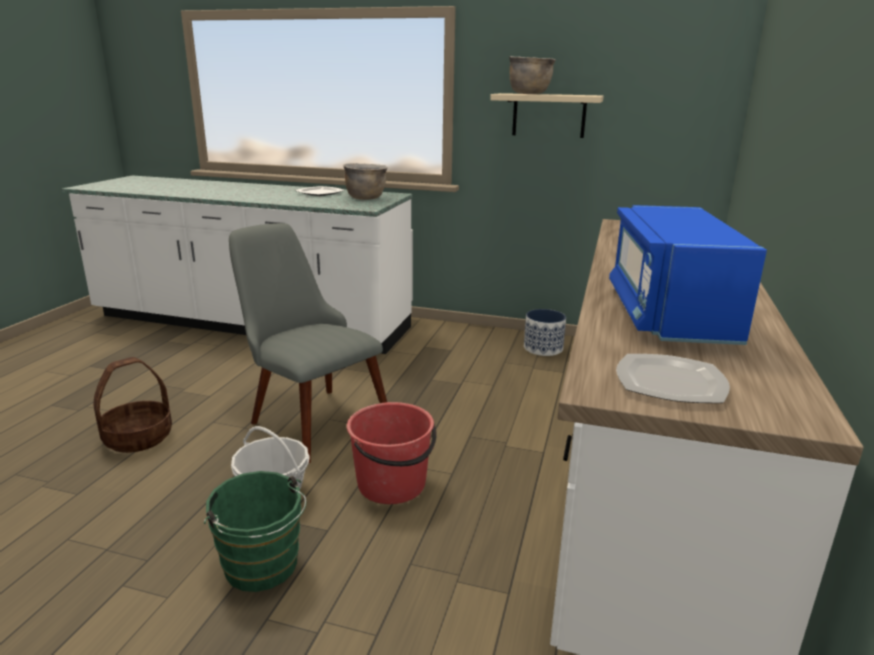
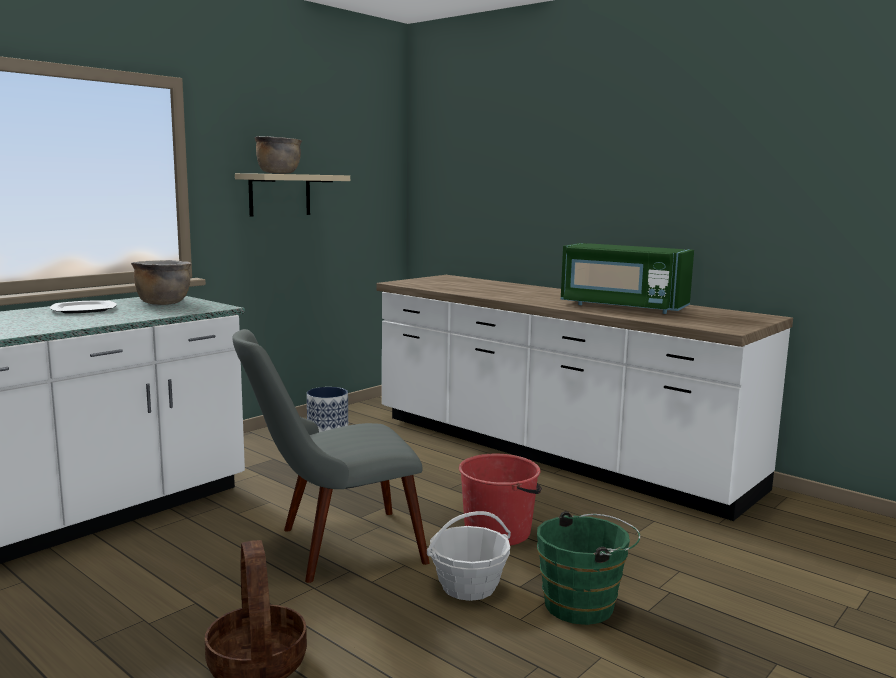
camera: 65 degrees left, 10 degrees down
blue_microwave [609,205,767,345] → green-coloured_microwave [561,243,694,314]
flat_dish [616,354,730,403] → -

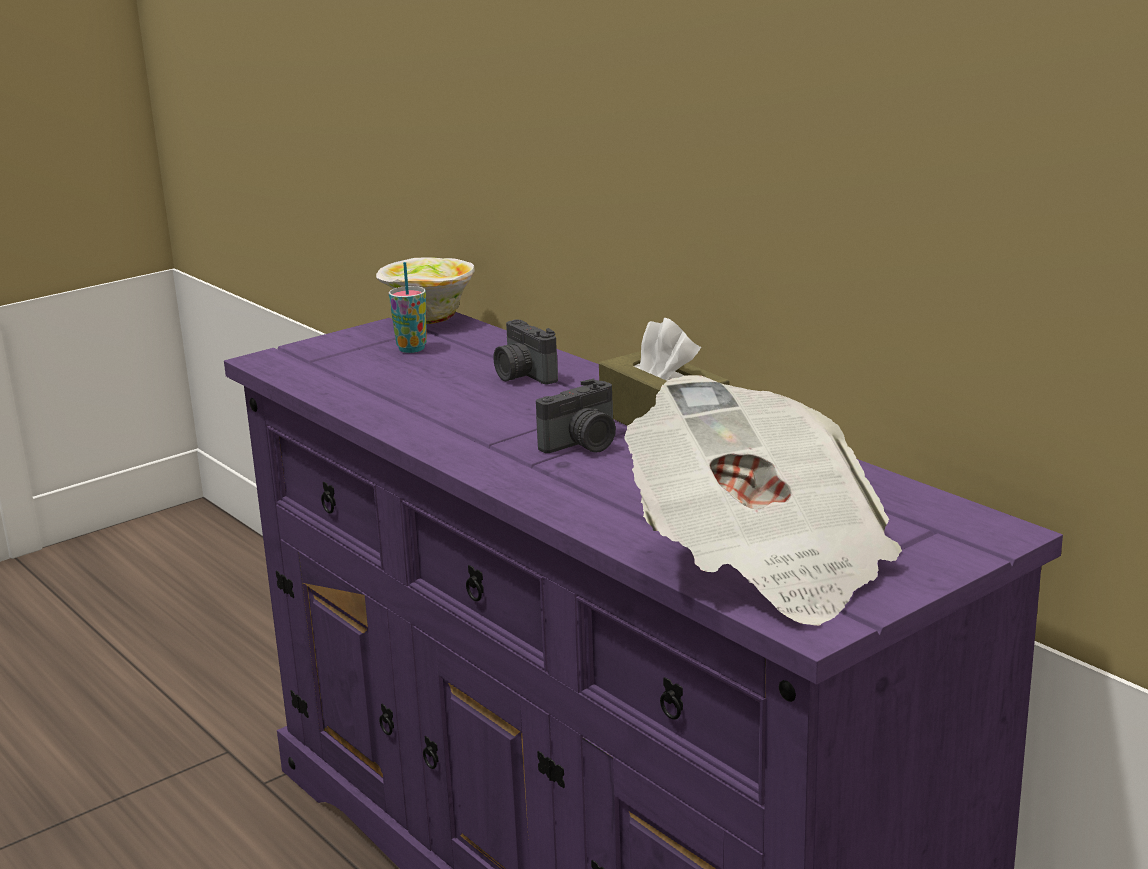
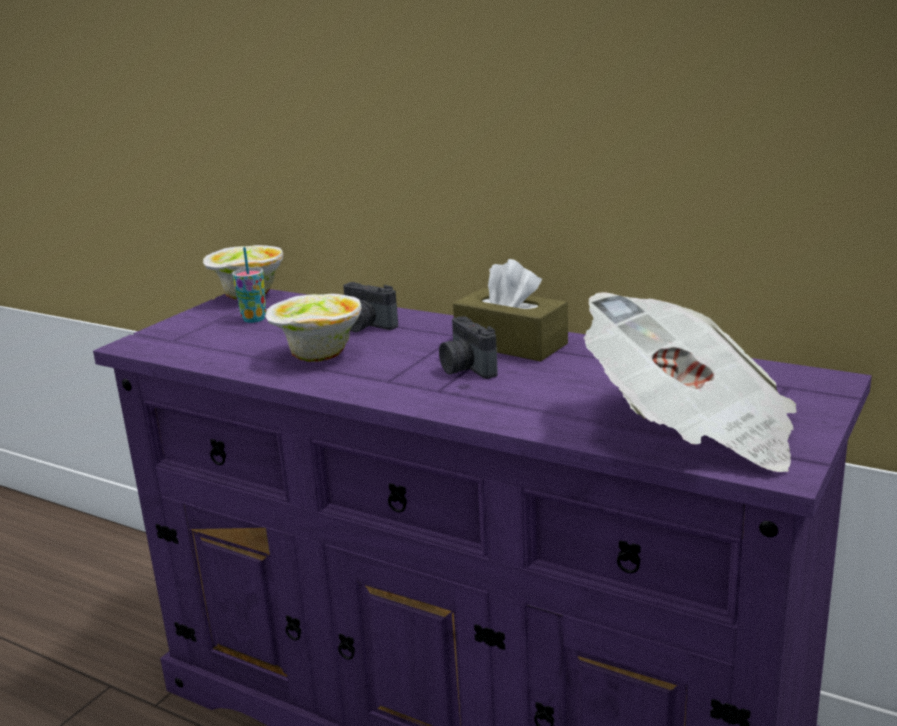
camera: 20 degrees left, 0 degrees up
photo_camera [536,378,616,453] → photo_camera [439,316,498,379], 120 degrees clockwise
- → deep_dish [265,294,362,362]

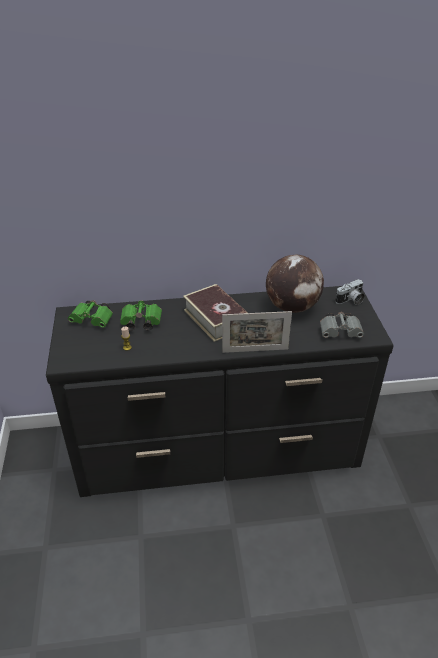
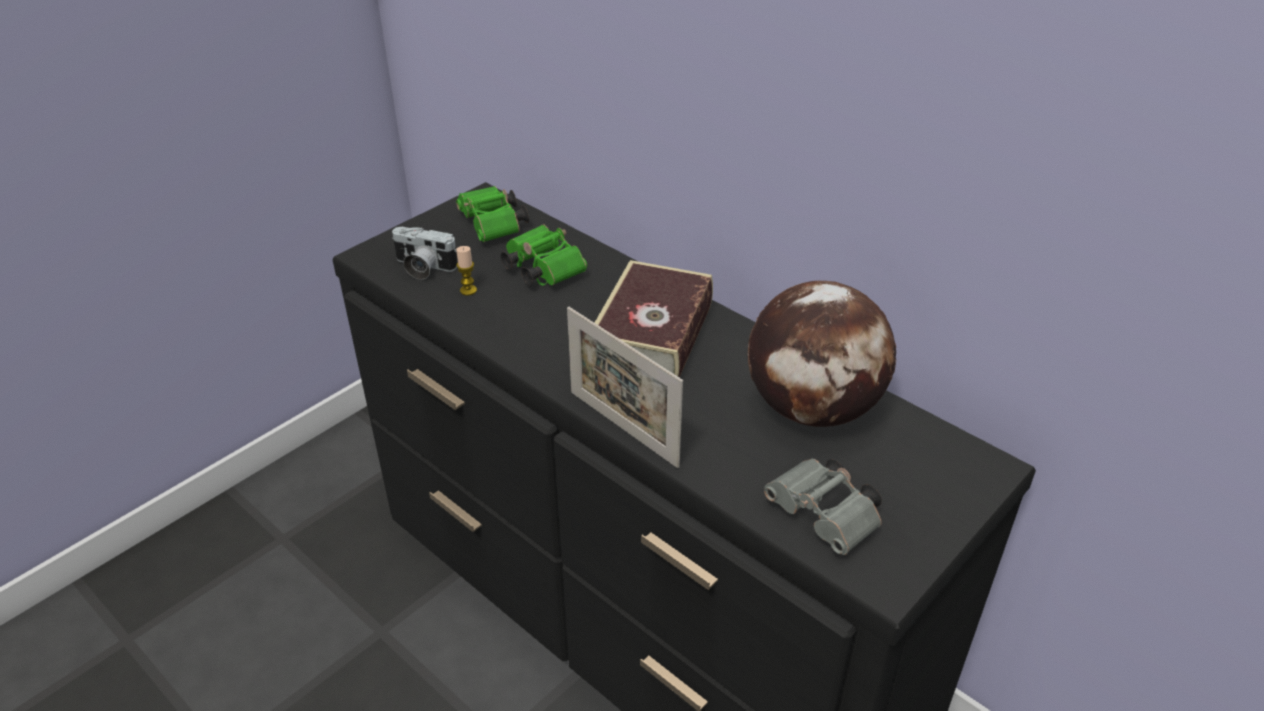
camera: 50 degrees right, 0 degrees up
photo_camera [335,279,365,305] → photo_camera [392,227,458,280], shifted

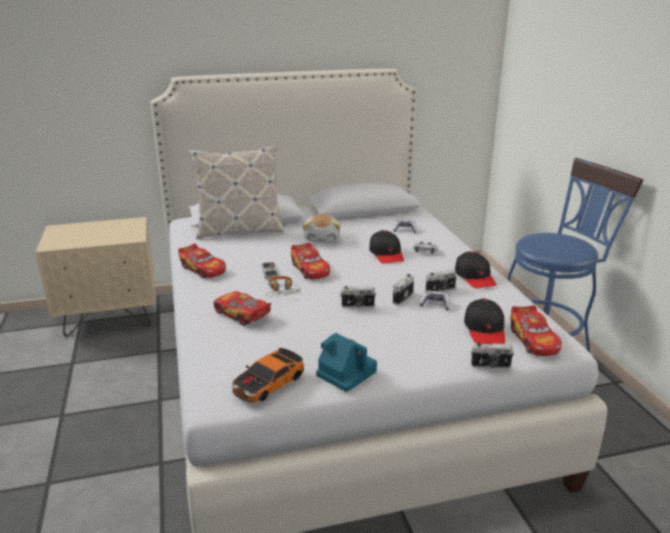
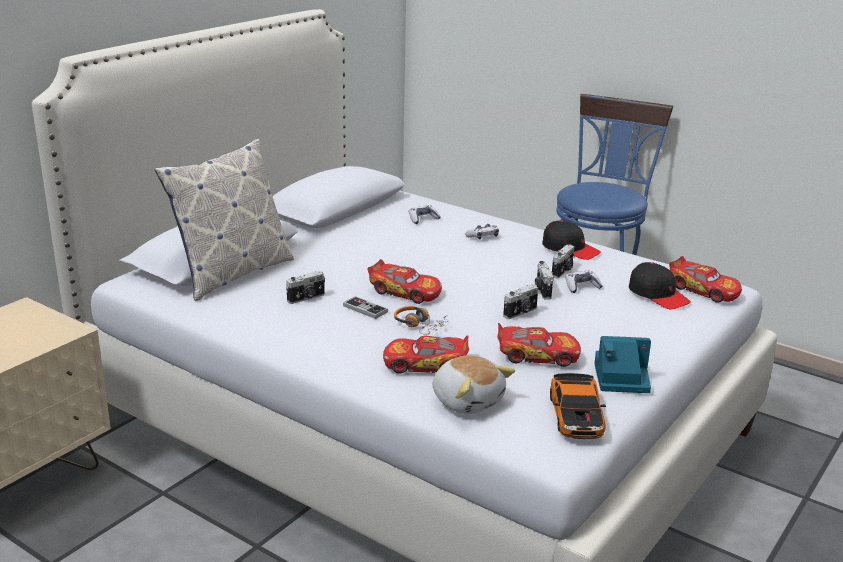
camera: 40 degrees left, 0 degrees up
toy_car [178,244,226,278] → toy_car [497,323,581,367], shifted
cuddly_toy [303,214,340,243] → cuddly_toy [433,355,515,414], shifted
blackish_cap [369,230,404,264] → -
photo_camera [471,343,514,369] → photo_camera [286,271,325,304], shifted

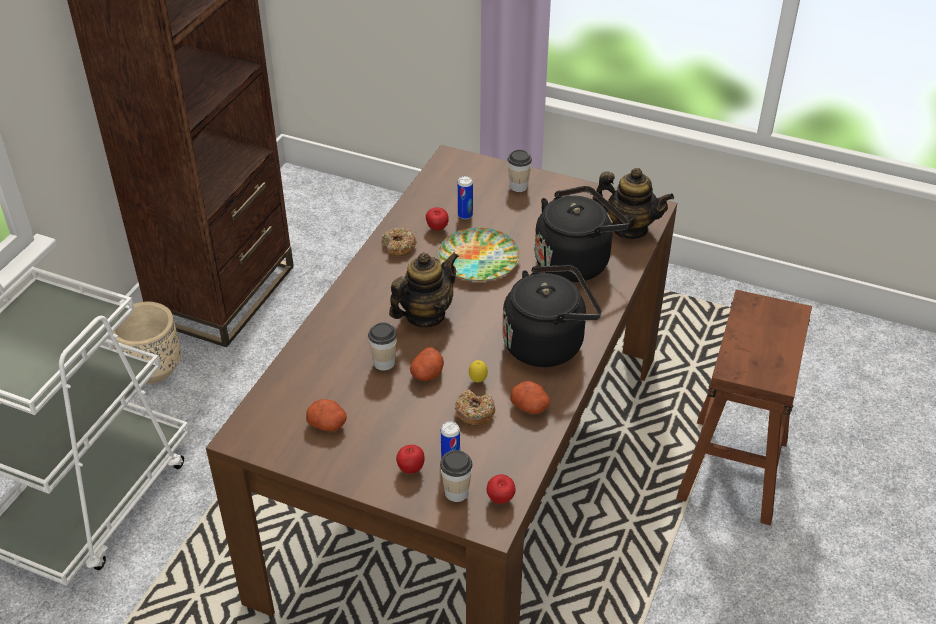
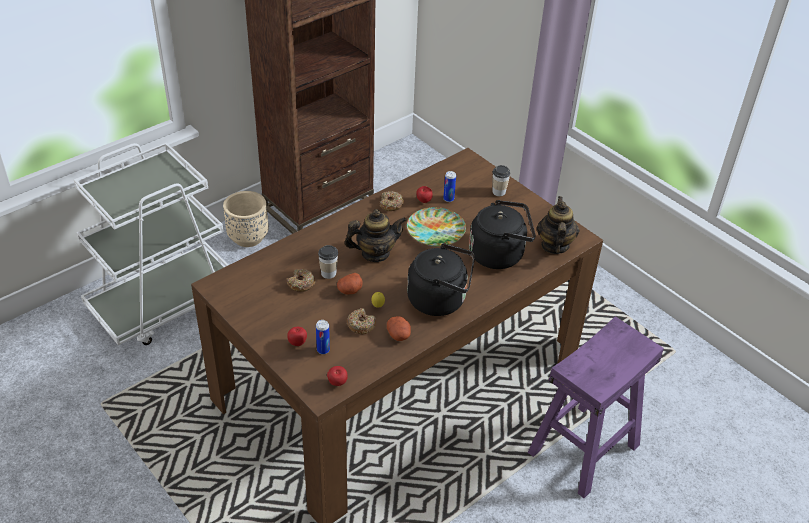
camera: 25 degrees right, 0 degrees up
spud [306,399,347,431] → -
cup [440,450,473,502] → -
pot_for_tea [593,168,674,239] → pot_for_tea [537,196,579,254], 135 degrees counterclockwise
brown_sitting_stool [676,290,812,526] → purple_sitting_stool [528,316,664,498]
- → doughnut [287,269,315,292]

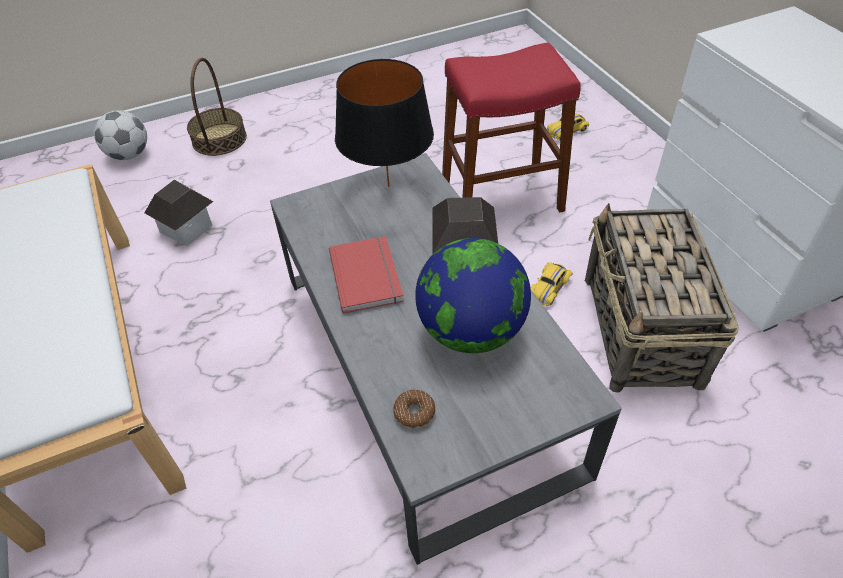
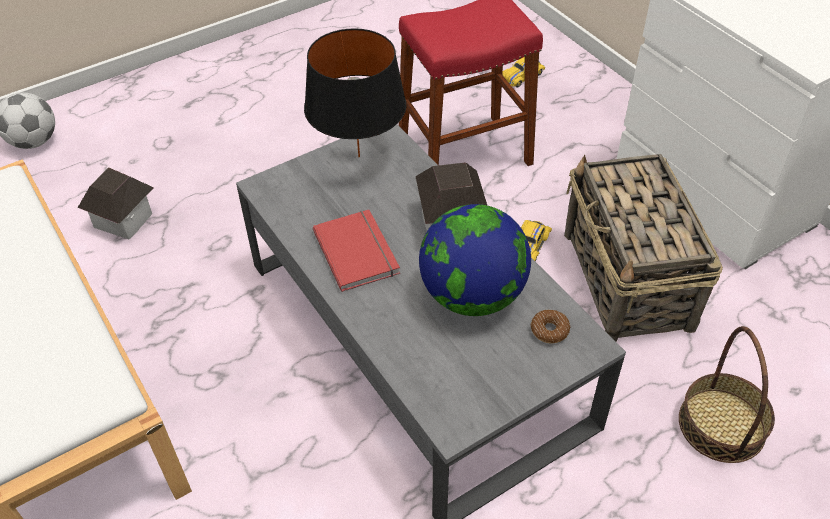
camera: 10 degrees left, 0 degrees up
basket [187,58,247,156] → basket [679,326,775,463], shifted
doughnut [393,390,435,428] → doughnut [531,310,570,343], shifted

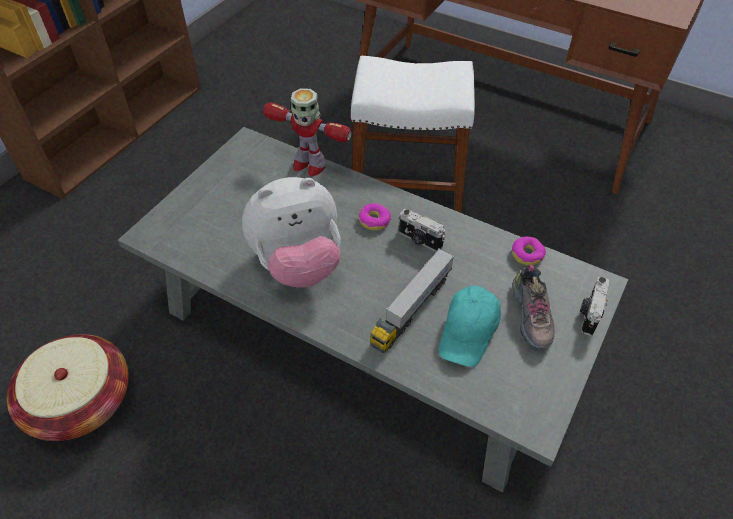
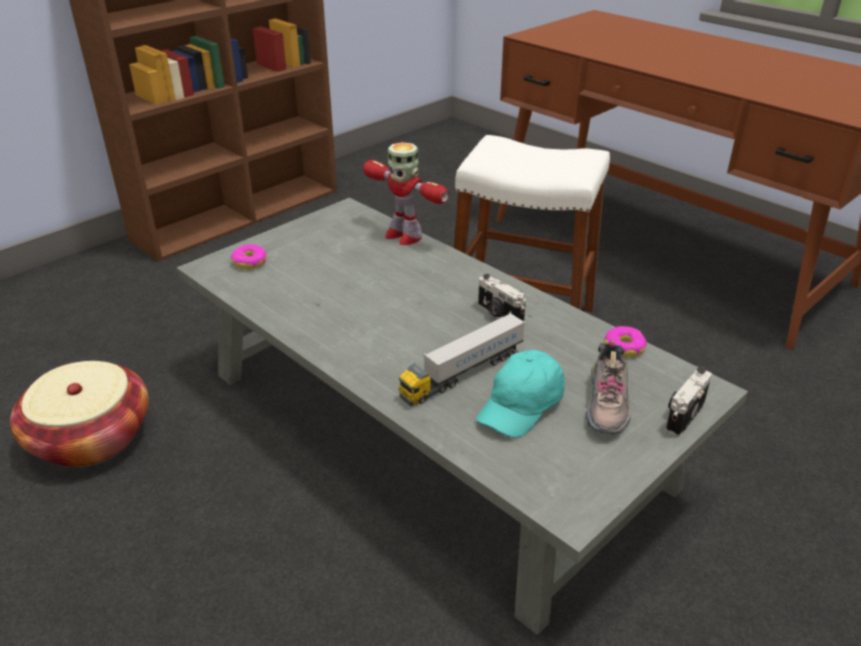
camera: 15 degrees right, 15 degrees down
cuddly_toy [242,177,341,288] → -
doughnut [359,203,391,230] → doughnut [231,244,267,269], shifted

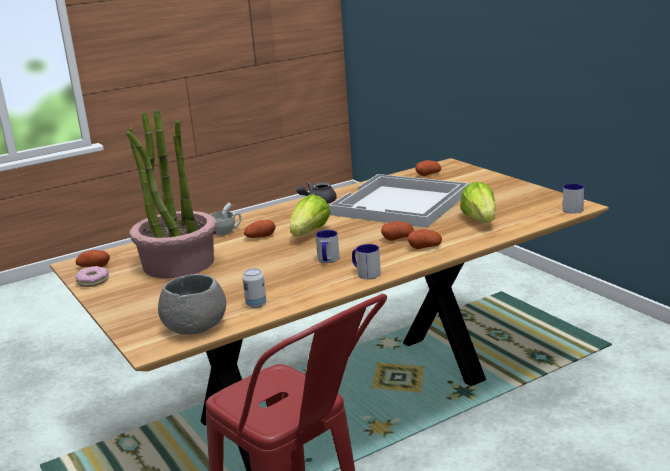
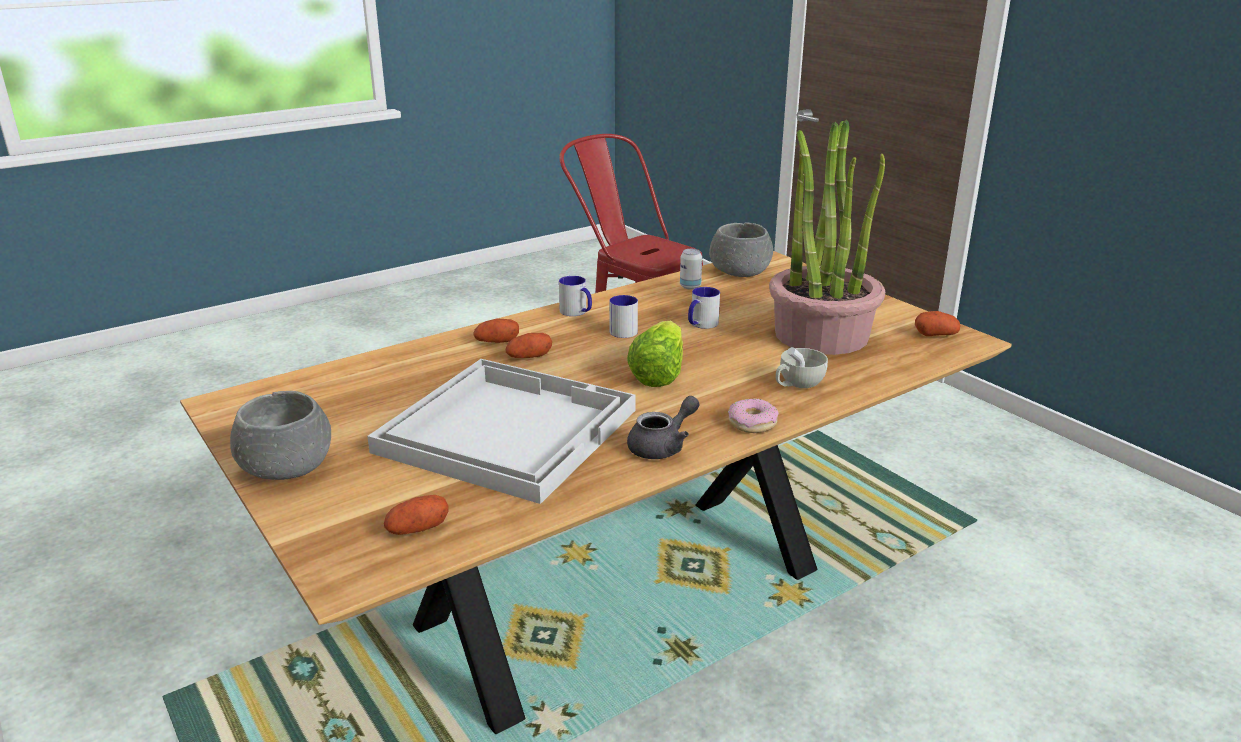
camera: 175 degrees right, 5 degrees up
doughnut [75,266,109,287] → doughnut [728,398,779,433], shifted
spud [244,220,276,238] → -
lettuce_head [460,182,496,223] → -
mug [563,184,584,214] → mug [688,287,720,329], shifted
- → gray_deep_dish [230,391,331,480]

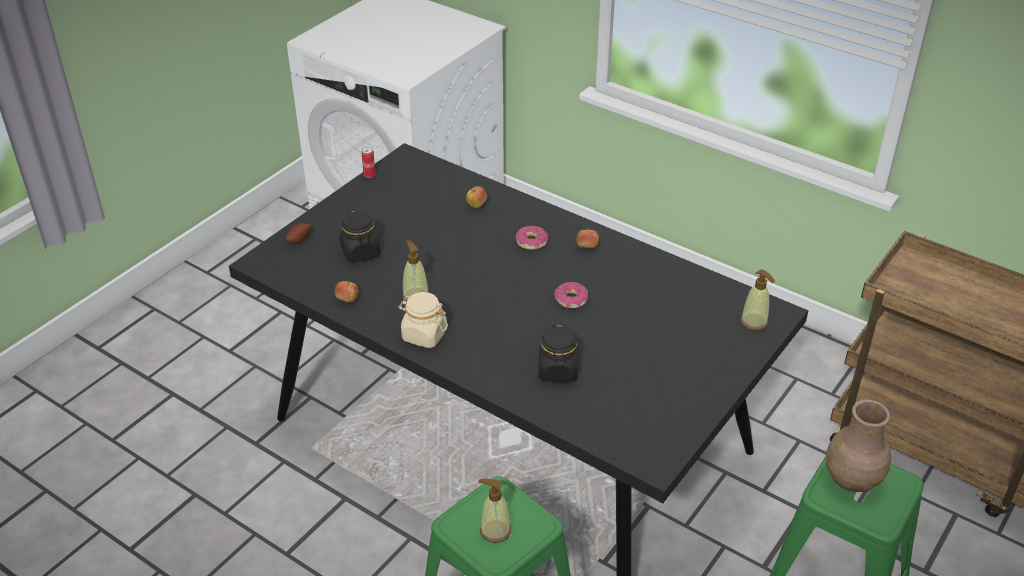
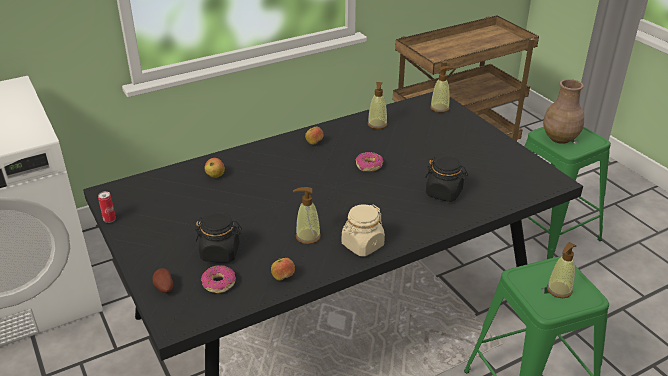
camera: 65 degrees left, 5 degrees down
doughnut [516,226,548,250] → doughnut [201,265,236,293], shifted
- → soap_bottle [368,82,387,129]

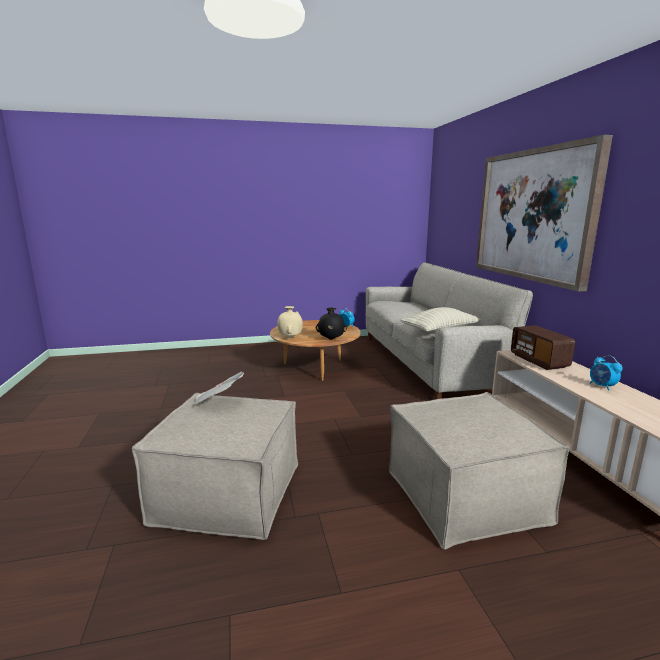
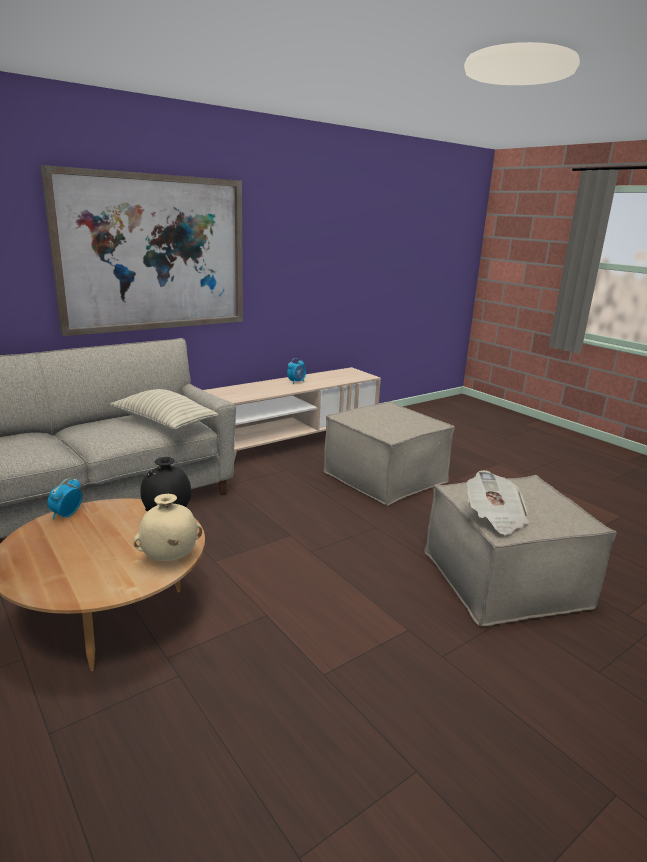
camera: 115 degrees left, 5 degrees up
radio_set [511,325,575,370] → -

